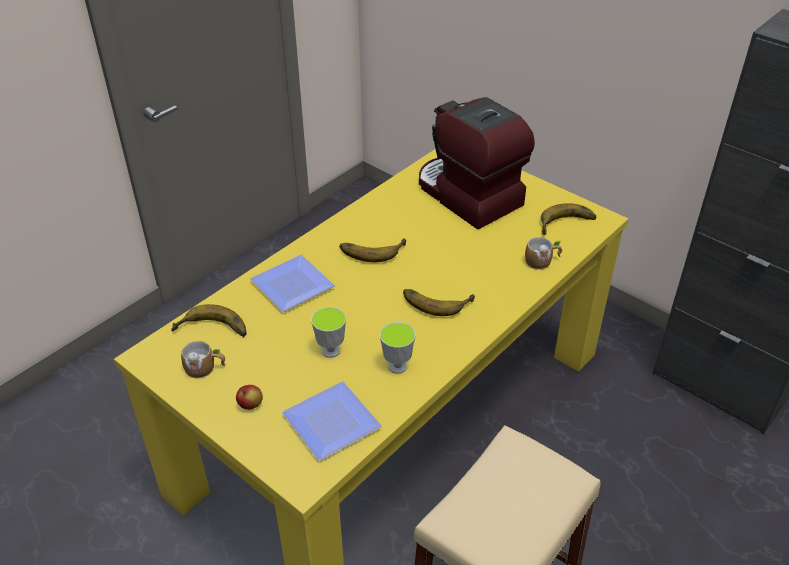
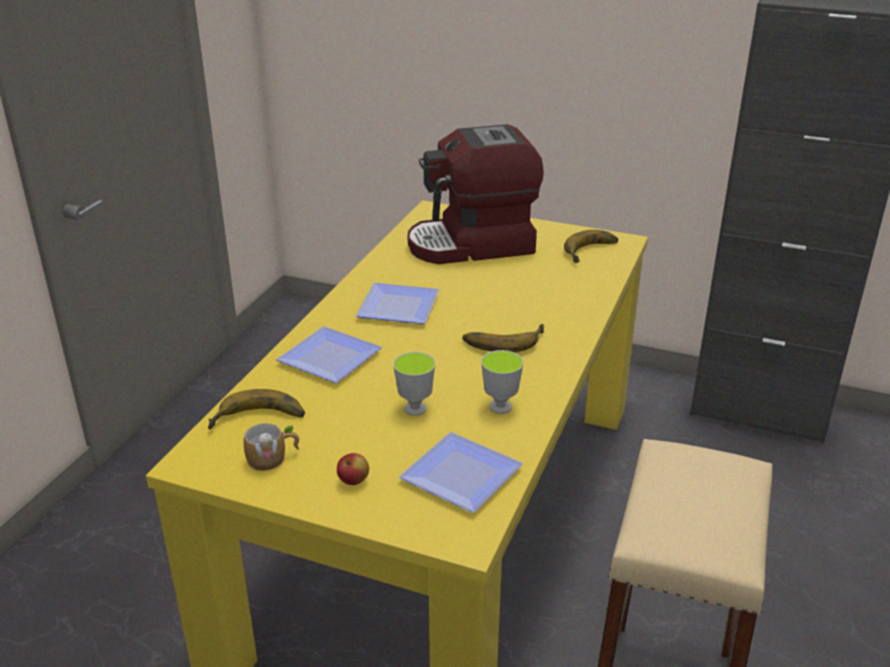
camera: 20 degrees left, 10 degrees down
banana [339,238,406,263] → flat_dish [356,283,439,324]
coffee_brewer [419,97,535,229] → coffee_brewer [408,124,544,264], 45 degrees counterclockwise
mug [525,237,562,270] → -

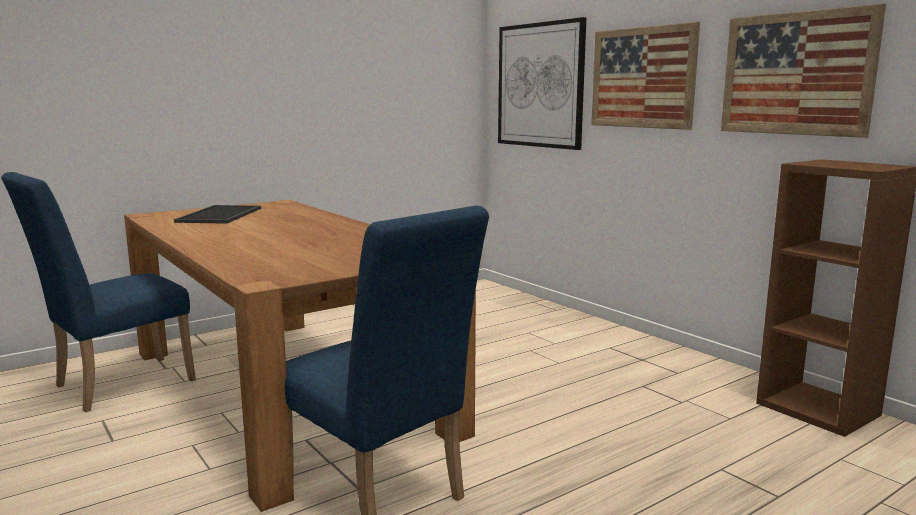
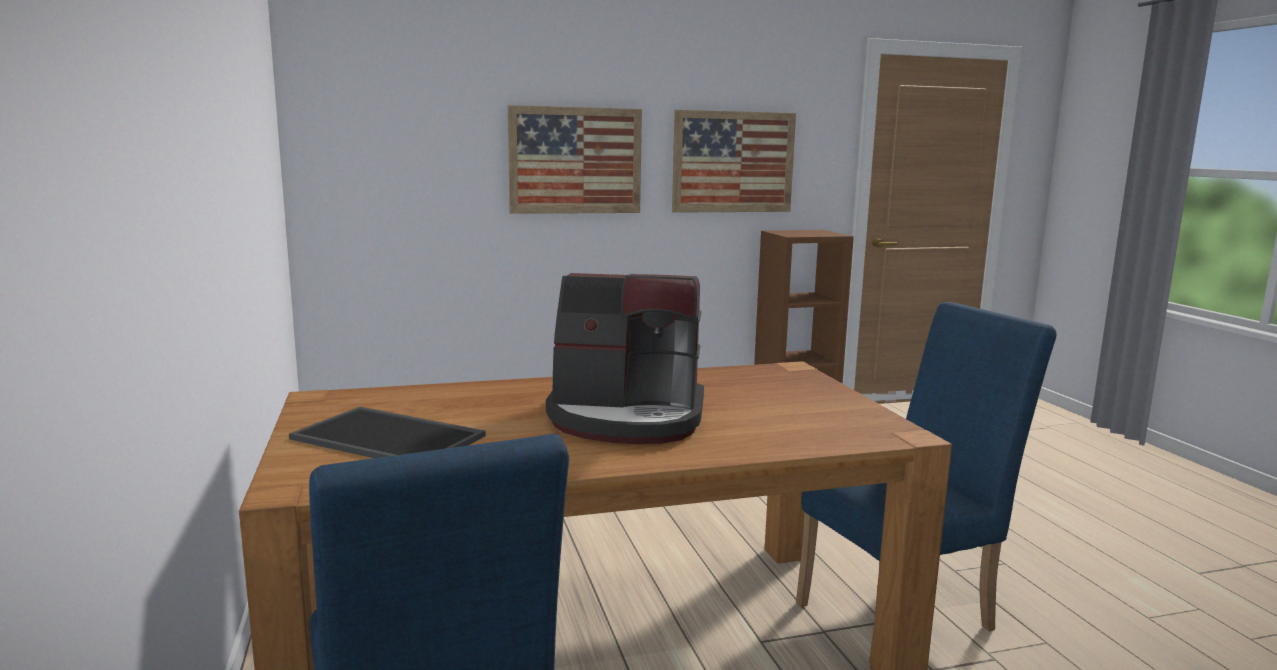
camera: 70 degrees left, 0 degrees up
picture [498,17,586,150] → -
- → coffee_brewer [546,273,704,444]

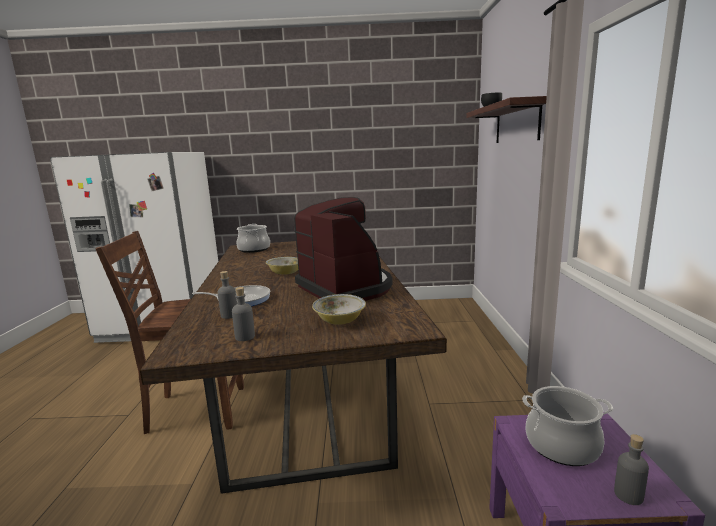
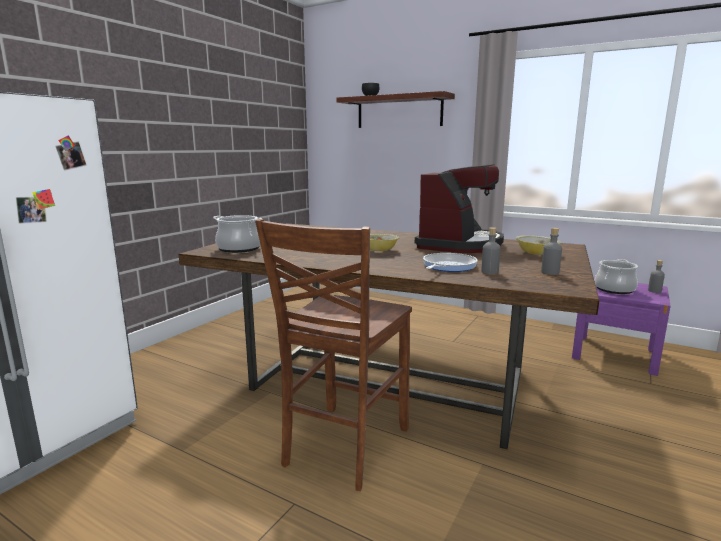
camera: 60 degrees left, 0 degrees up
coffee_brewer [294,197,393,301] → coffee_brewer [415,164,504,253], 120 degrees clockwise

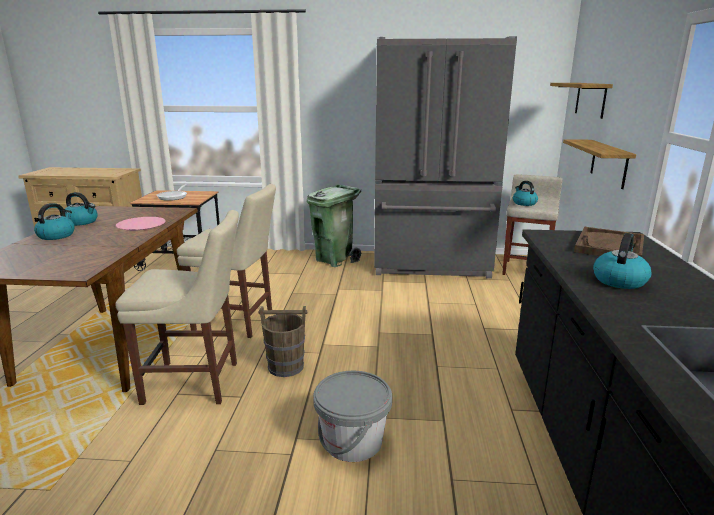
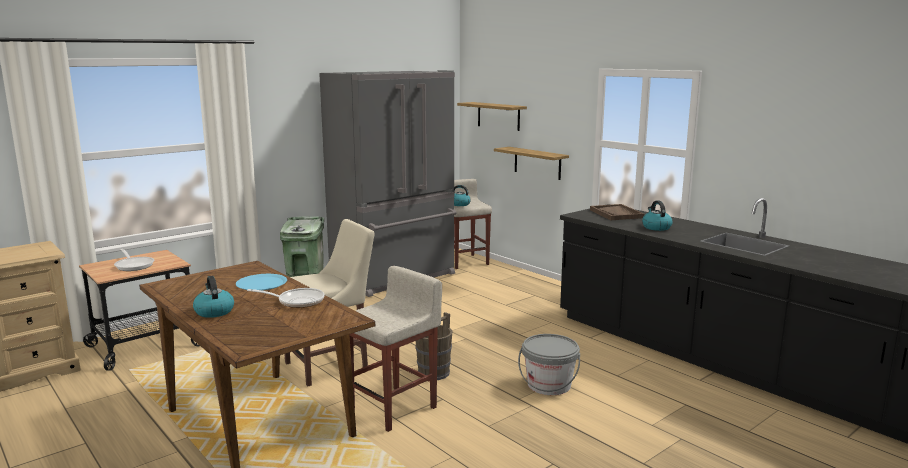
camera: 45 degrees left, 5 degrees down
kettle [65,192,98,226] → -
beige-coloured_upright_chair [116,210,239,405] → beige-coloured_sitting_stool [349,266,442,432]
pink-coloured_flat_dish [116,217,166,231] → blue_flat_dish [236,274,287,291]
- → frying_pan [247,288,325,308]

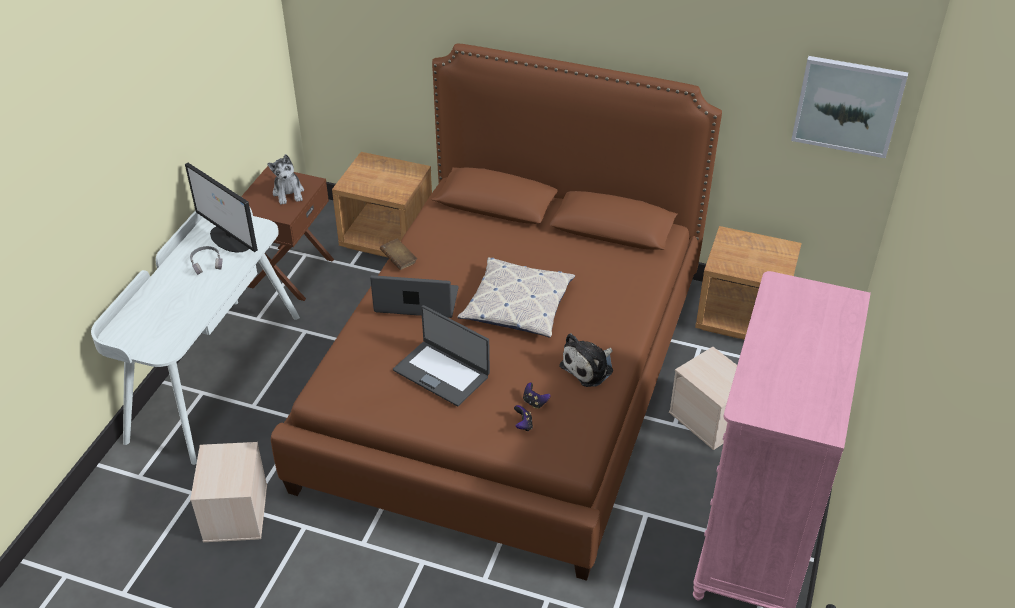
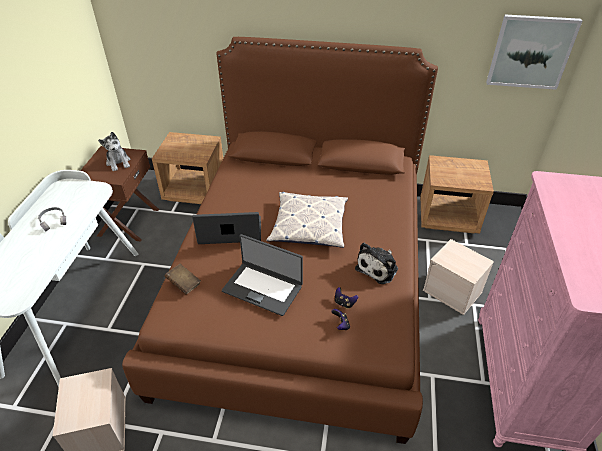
camera: 10 degrees left, 0 degrees up
computer_display [185,163,258,253] → -
brown_volume [380,238,417,270] → brown_volume [164,264,201,295], shifted

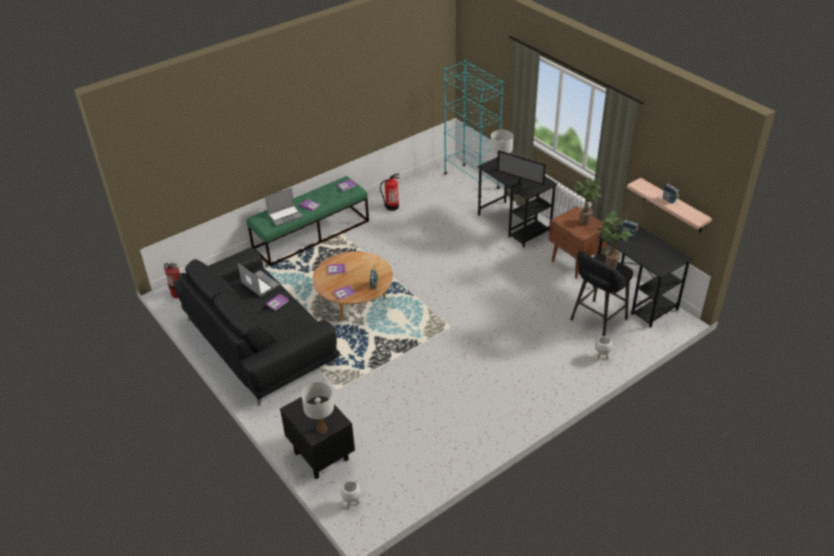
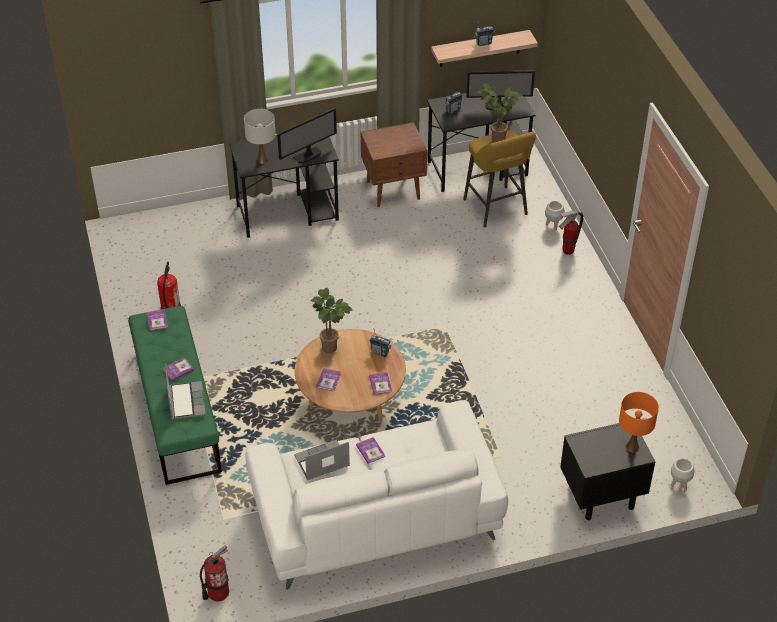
camera: 70 degrees left, 5 degrees up
blackish_settee [174,247,340,406] → white-coloured_settee [245,400,508,590]
white-coloured_lamp_for_a_table [301,382,334,433] → orange-coloured_lamp_for_a_table [619,392,659,452]
turquoise_shelving_unit [444,60,503,197] → -
blackish_sitting_stool [570,251,633,336] → yellow-coloured_sitting_stool [463,130,536,228]
houseplant [573,178,602,225] → houseplant [310,288,352,353], shifted
- → computer_display [466,70,535,110]
- → extinguisher [559,210,583,255]

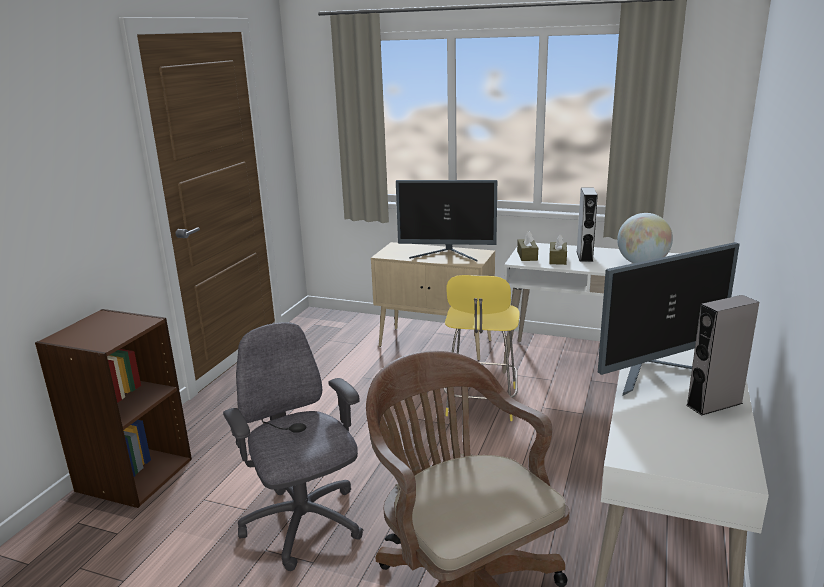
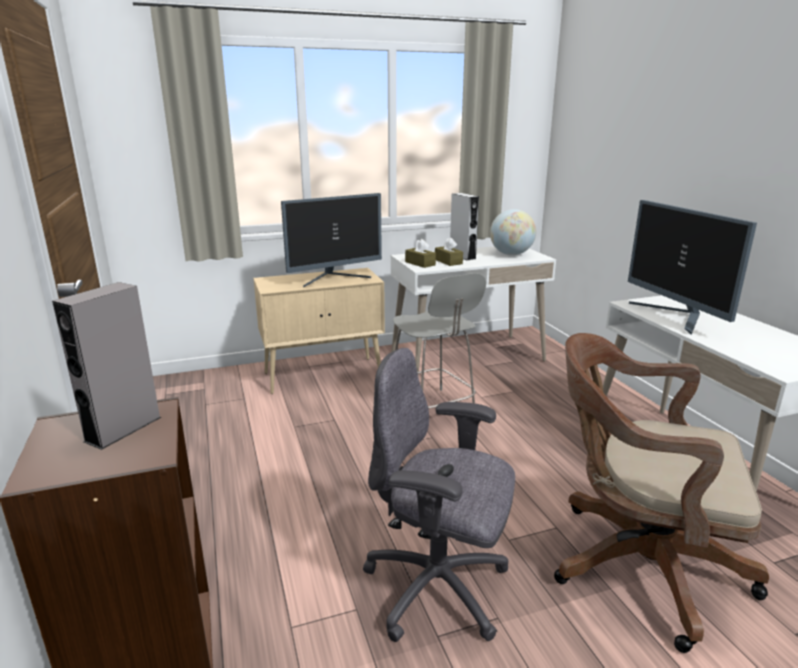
camera: 40 degrees left, 0 degrees up
yellow-coloured_sitting_stool [443,275,520,421] → gray_sitting_stool [393,273,486,408]
computer_display [598,242,740,396] → computer_display [628,200,757,334], 135 degrees clockwise
gray_loudspeaker [686,295,759,415] → gray_loudspeaker [52,282,161,450], shifted

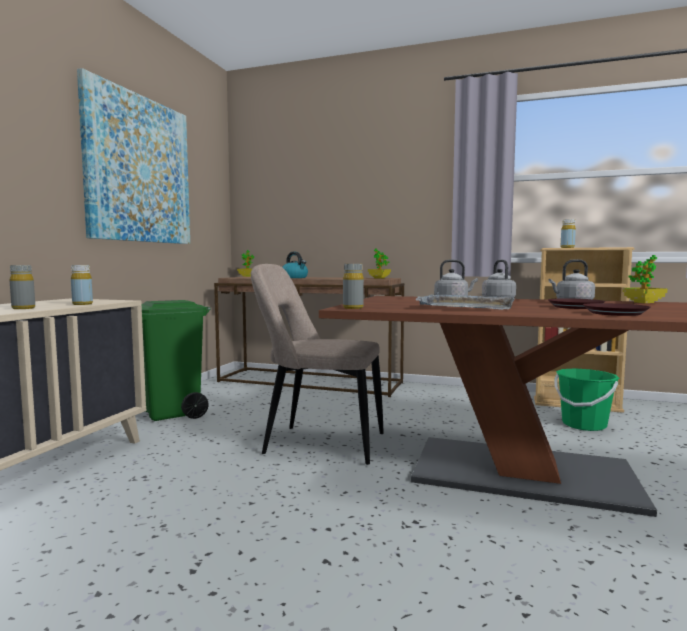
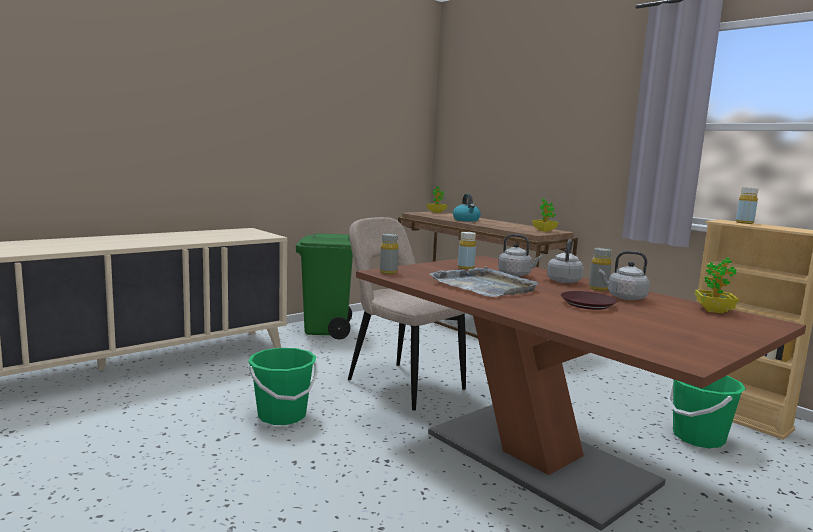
camera: 30 degrees right, 5 degrees up
gray_beverage_bottle [10,265,35,309] → gray_beverage_bottle [589,248,612,291], shifted
yellow-coloured_beverage_bottle [71,265,93,305] → yellow-coloured_beverage_bottle [458,232,476,270], shifted
picture [77,68,190,244] → -
brown_flat_dish [583,303,651,316] → -
- → green-coloured_bucket [248,348,318,425]

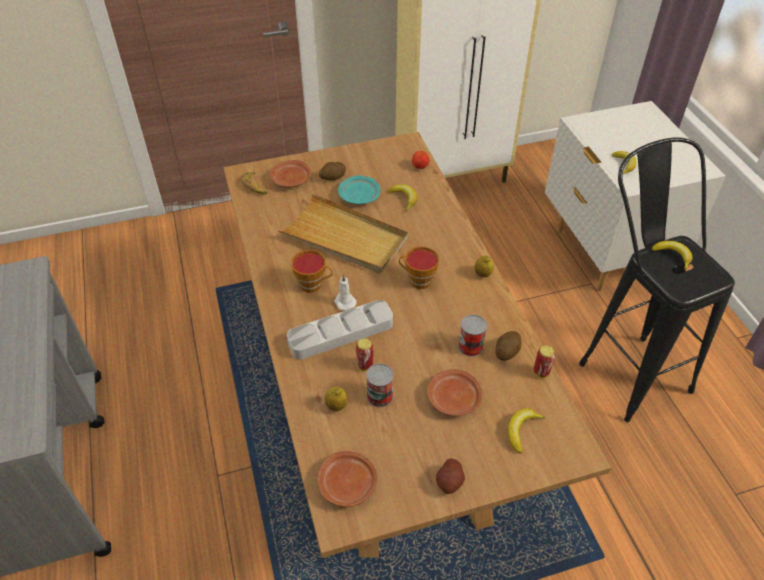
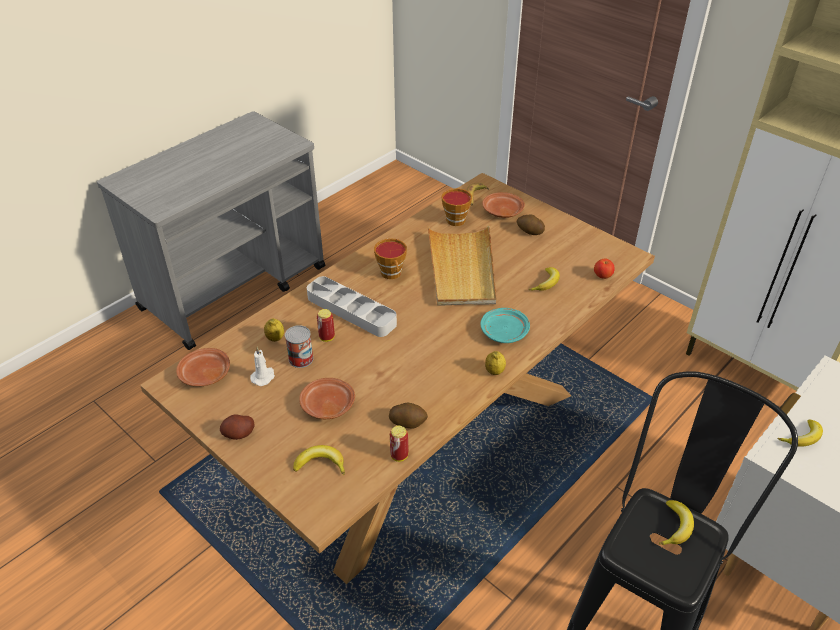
camera: 60 degrees right, 5 degrees down
white-coloured_wax_light [334,274,357,311] → white-coloured_wax_light [250,347,275,386], shifted
turquoise_flat_dish [338,176,381,204] → turquoise_flat_dish [480,308,530,343], shifted
cup [399,246,440,289] → cup [442,188,472,226], shifted
sealed_can [458,315,487,357] → -

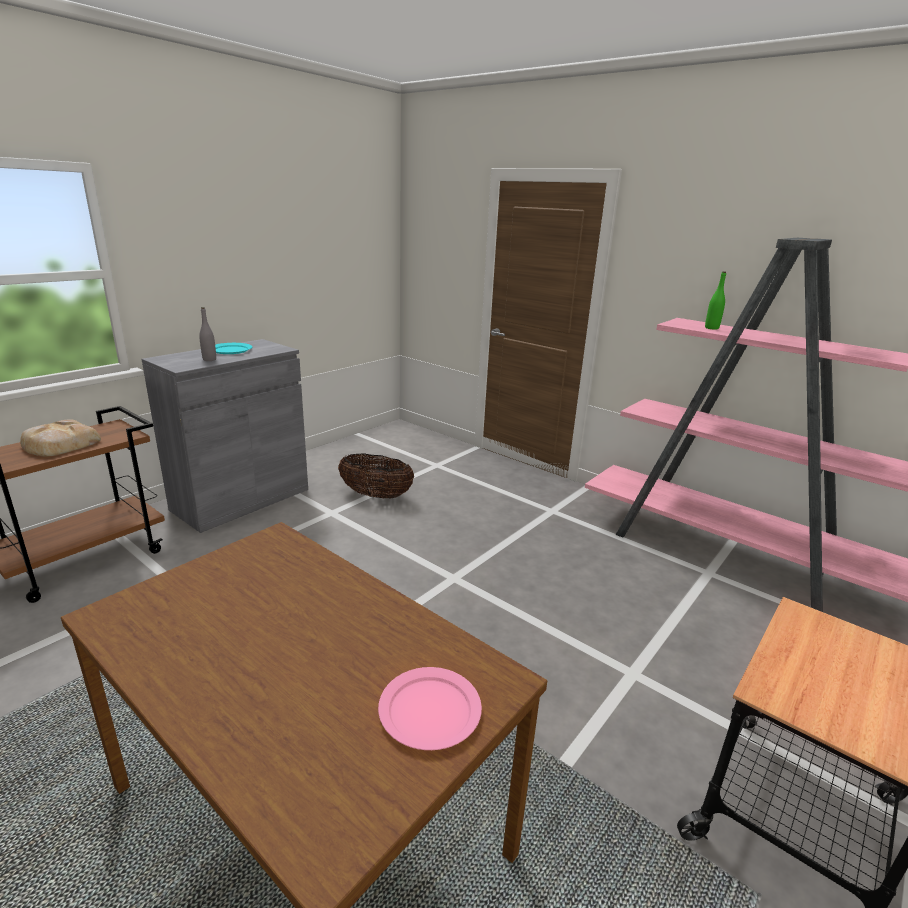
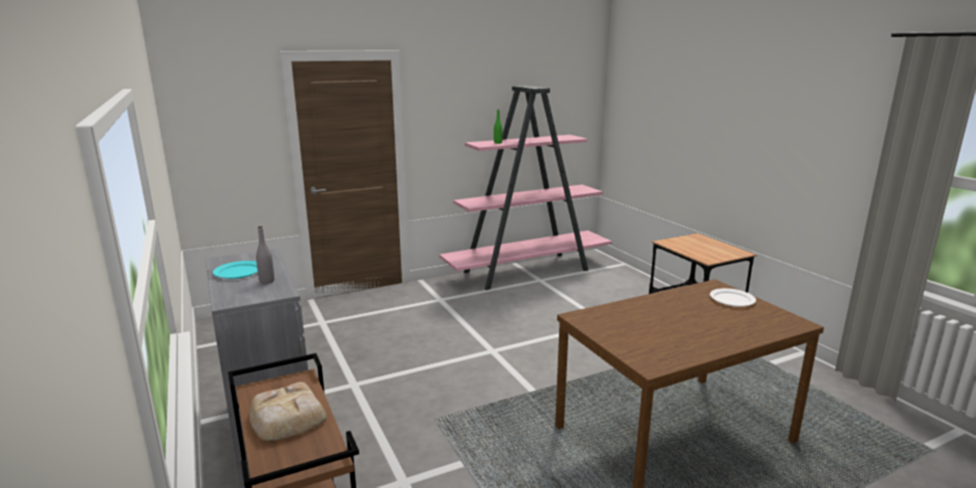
camera: 65 degrees left, 5 degrees down
basket [338,453,414,498] → -
pink-coloured_flat_dish [378,667,482,750] → white-coloured_flat_dish [710,288,756,307]

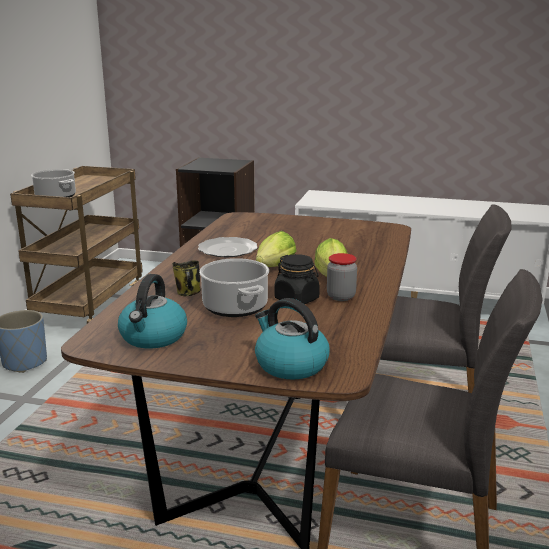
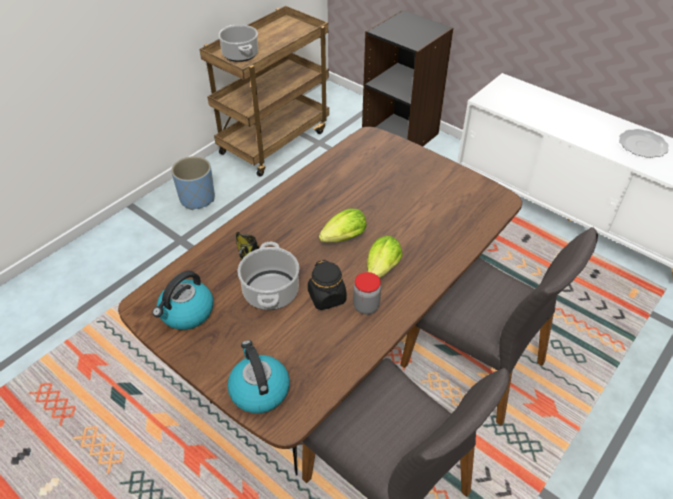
camera: 25 degrees right, 25 degrees up
flat_dish [198,237,258,257] → flat_dish [619,129,669,158], shifted

